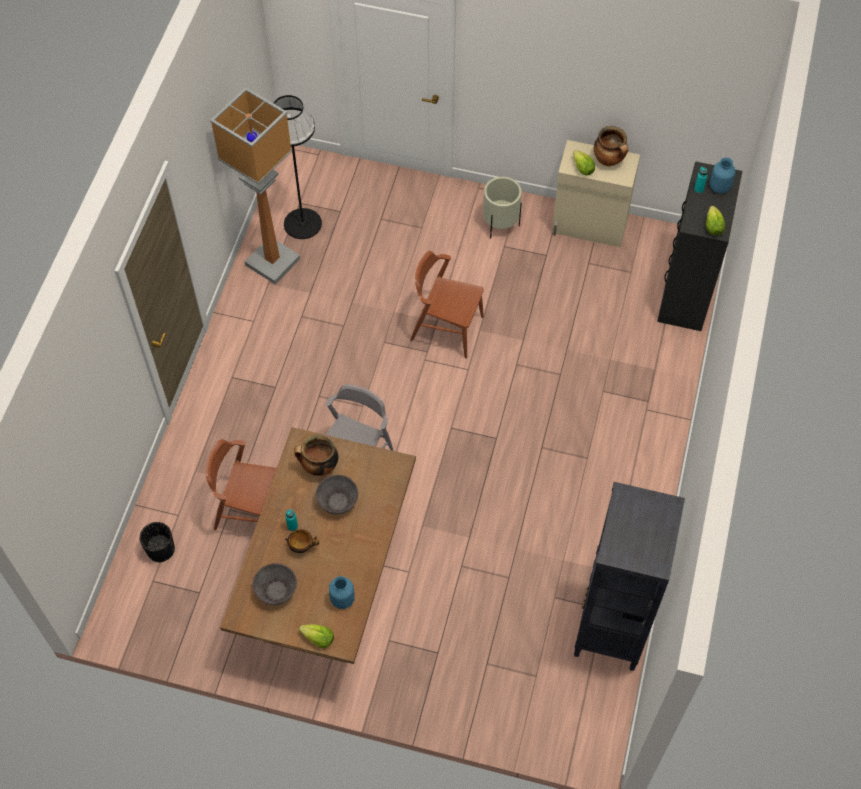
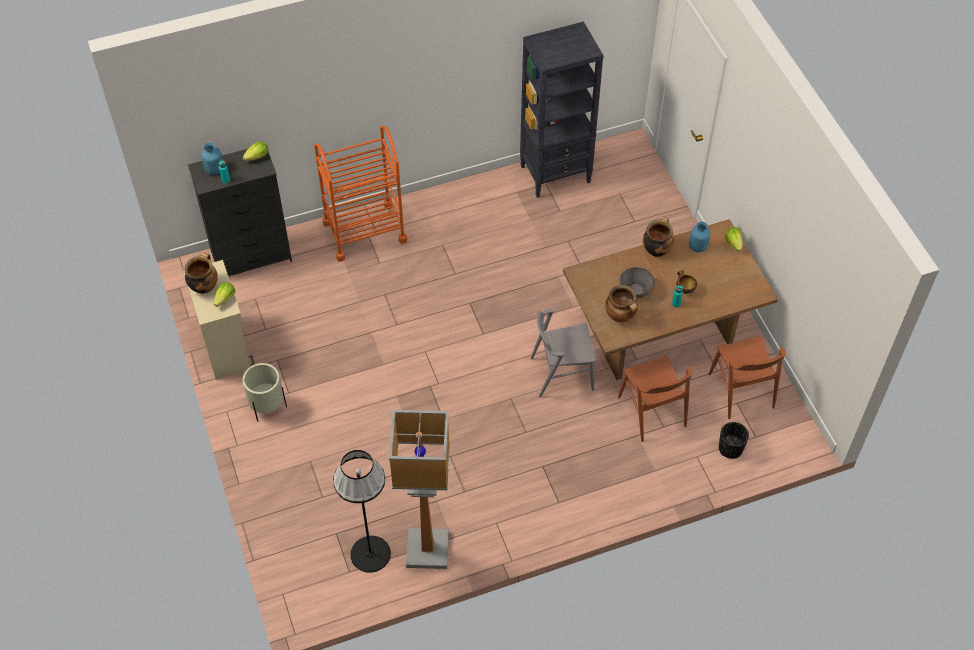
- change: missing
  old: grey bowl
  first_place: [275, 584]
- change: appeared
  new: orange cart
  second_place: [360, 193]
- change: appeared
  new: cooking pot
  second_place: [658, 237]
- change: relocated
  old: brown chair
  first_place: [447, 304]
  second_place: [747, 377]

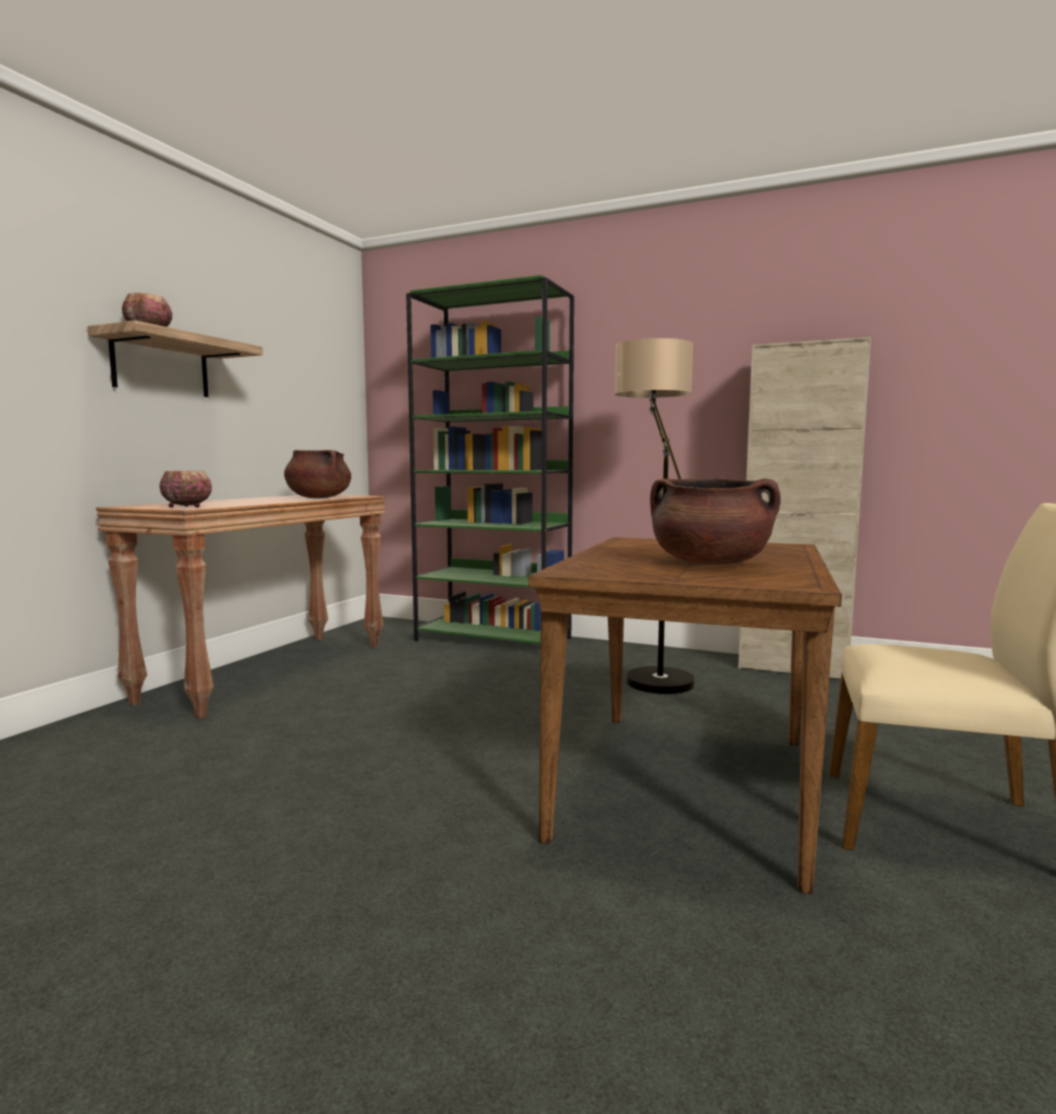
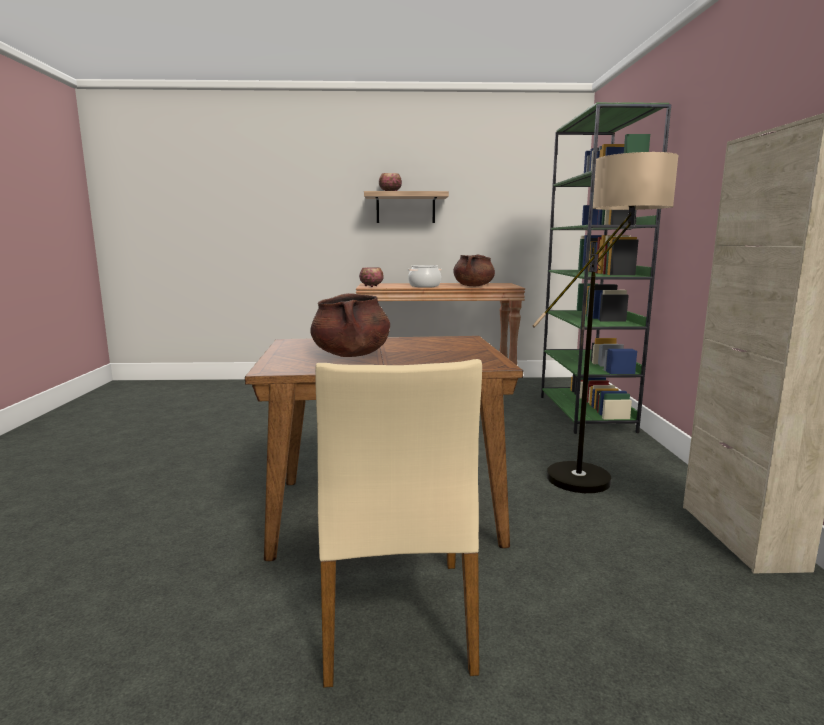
- change: appeared
  new: cooking pot
  second_place: [425, 276]

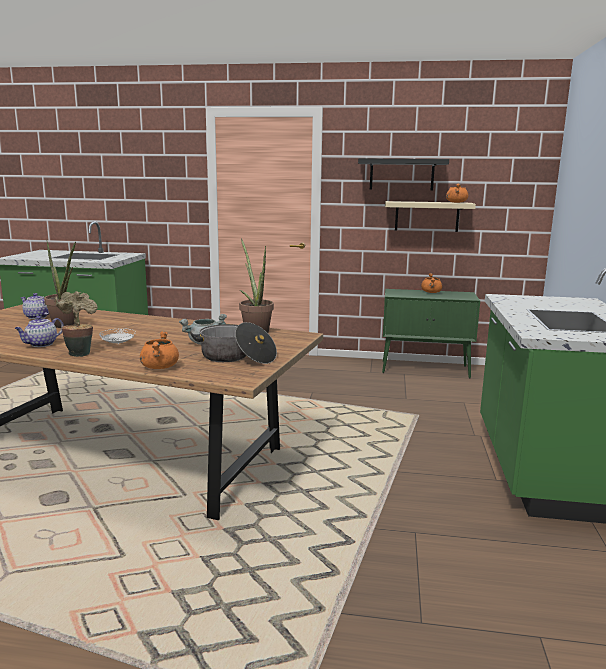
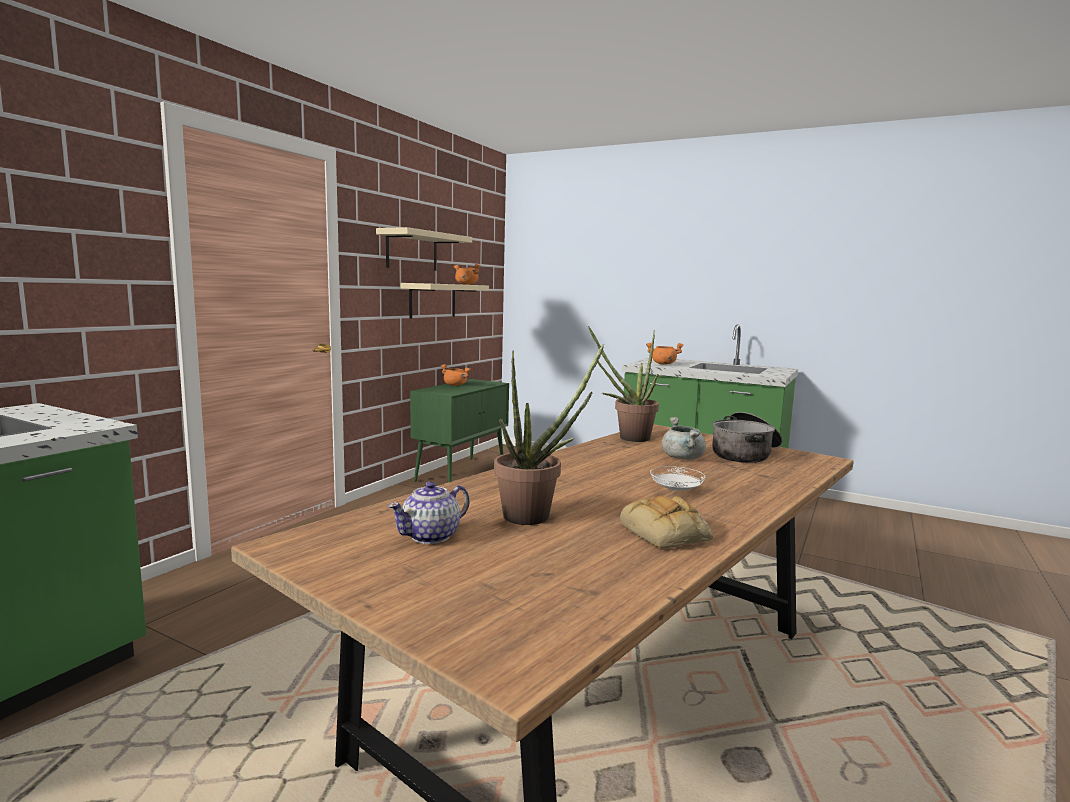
- change: missing
  old: potted plant
  first_place: [76, 324]
- change: relocated
  old: orange cooking pot
  first_place: [159, 350]
  second_place: [664, 354]
- change: exchanged
  old: teapot
  new: bread
  first_place: [39, 331]
  second_place: [666, 521]
- change: colour
  old: black shelf
  new: beige shelf
  first_place: [403, 174]
  second_place: [424, 249]

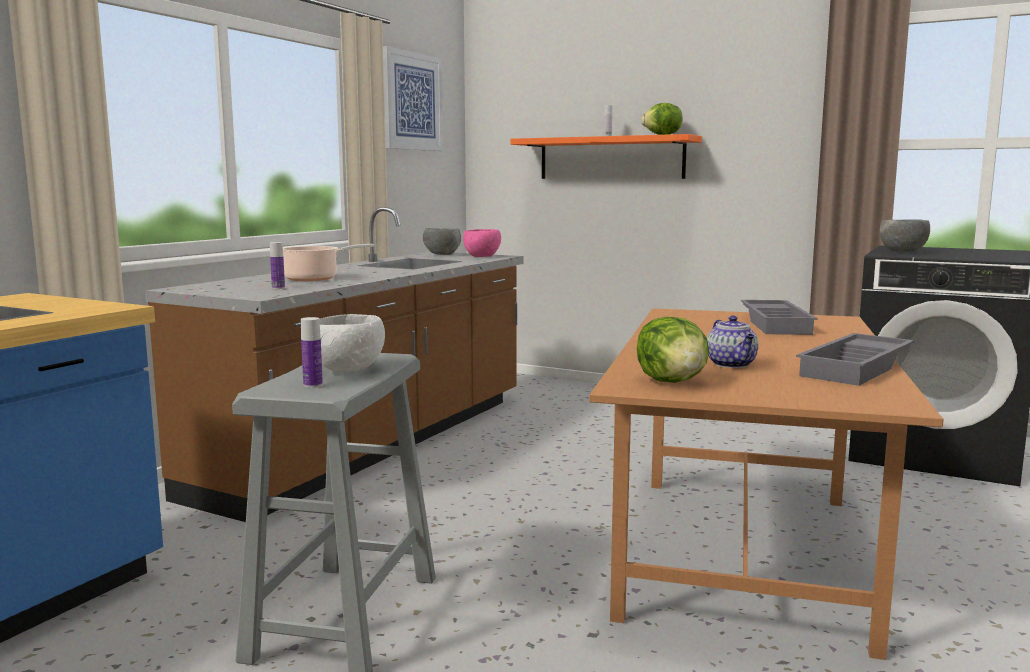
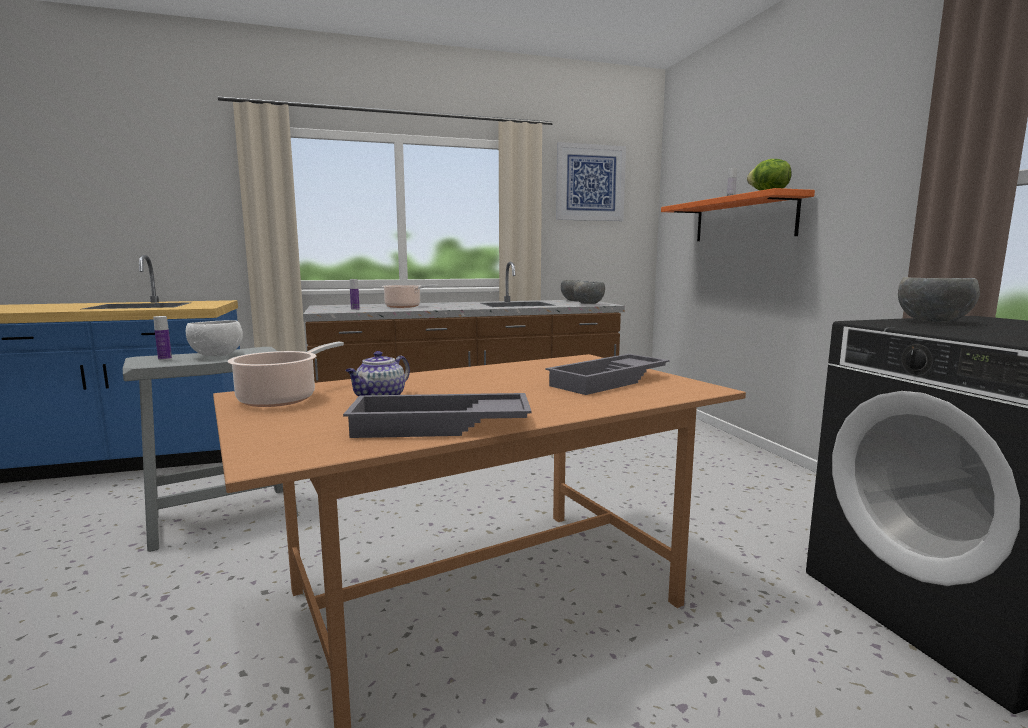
- change: exchanged
  old: lettuce
  new: cooking pot
  first_place: [673, 350]
  second_place: [285, 374]
- change: colour
  old: pink bowl
  new: grey bowl
  first_place: [482, 243]
  second_place: [589, 293]

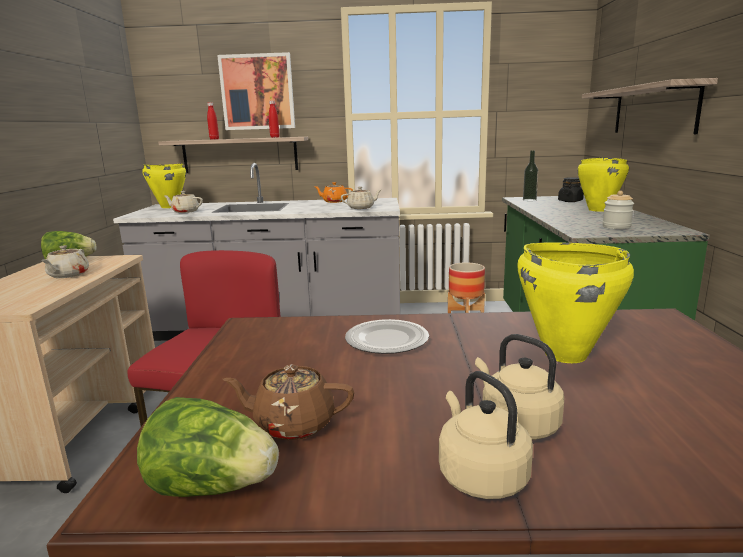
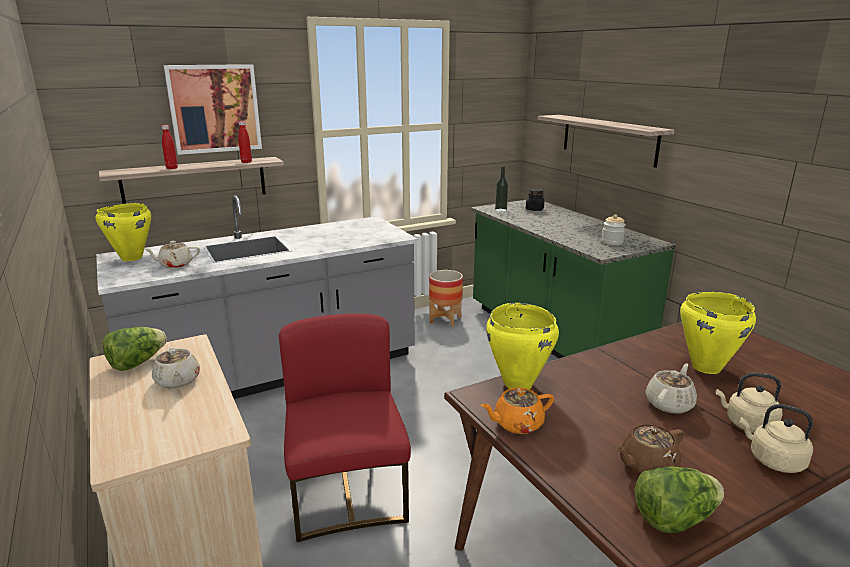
- change: missing
  old: plate
  first_place: [387, 336]
- change: relocated
  old: orange teapot
  first_place: [334, 192]
  second_place: [517, 410]
- change: relocated
  old: beige teapot
  first_place: [361, 197]
  second_place: [671, 388]
- change: relocated
  old: yellow cooking pot
  first_place: [603, 185]
  second_place: [522, 346]

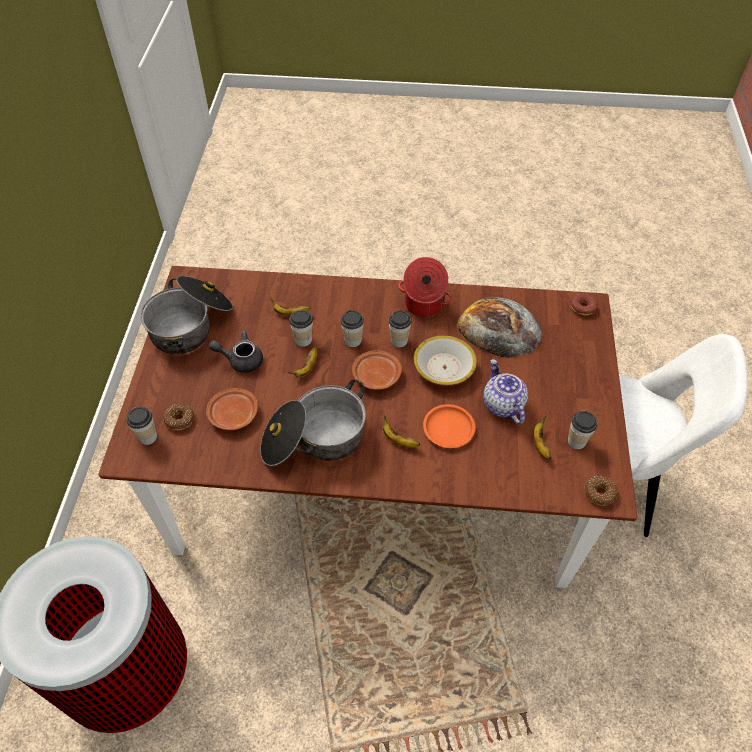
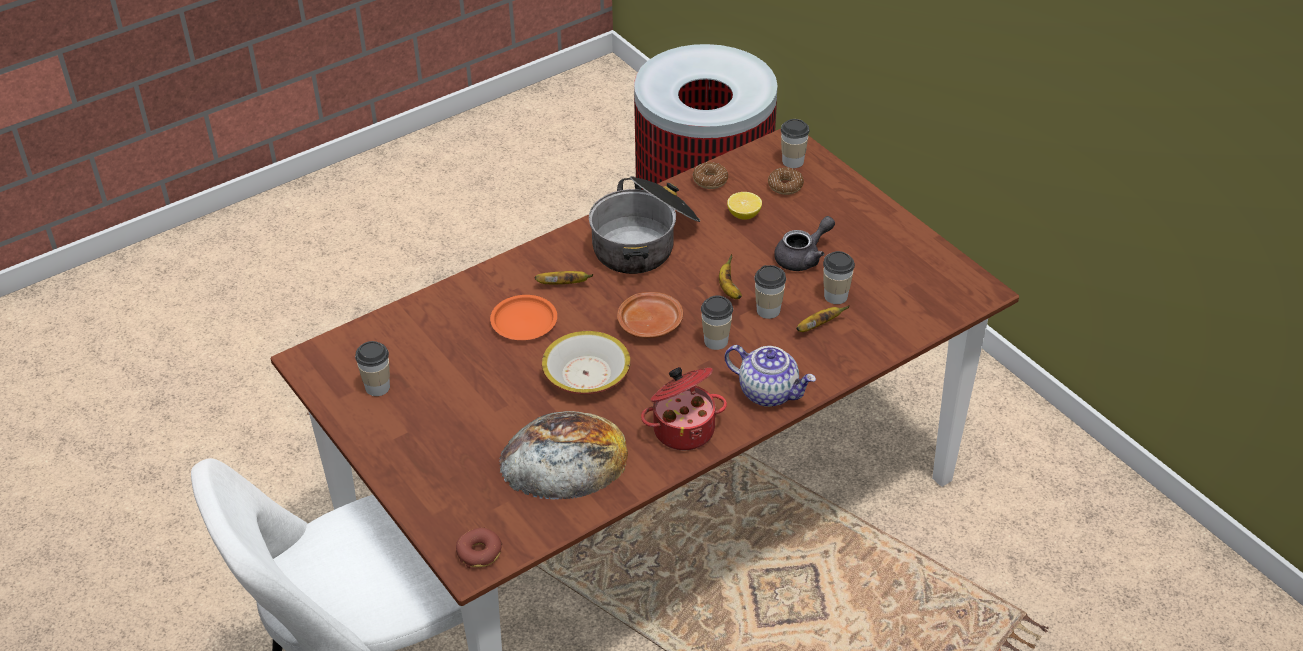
- change: missing
  old: cooking pot
  first_place: [187, 315]
- change: missing
  old: banana
  first_place: [542, 437]
- change: relocated
  old: cup
  first_place: [400, 329]
  second_place: [839, 277]
- change: relocated
  old: teapot
  first_place: [505, 391]
  second_place: [770, 376]
- change: relocated
  old: donut
  first_place: [601, 491]
  second_place: [710, 175]
- change: exchanged
  old: brown plate
  new: lemon
  first_place: [232, 409]
  second_place: [744, 205]

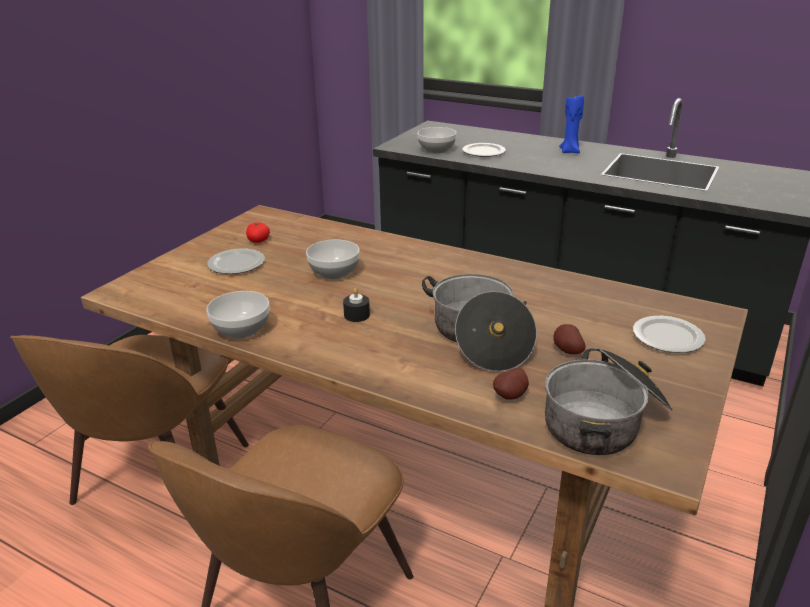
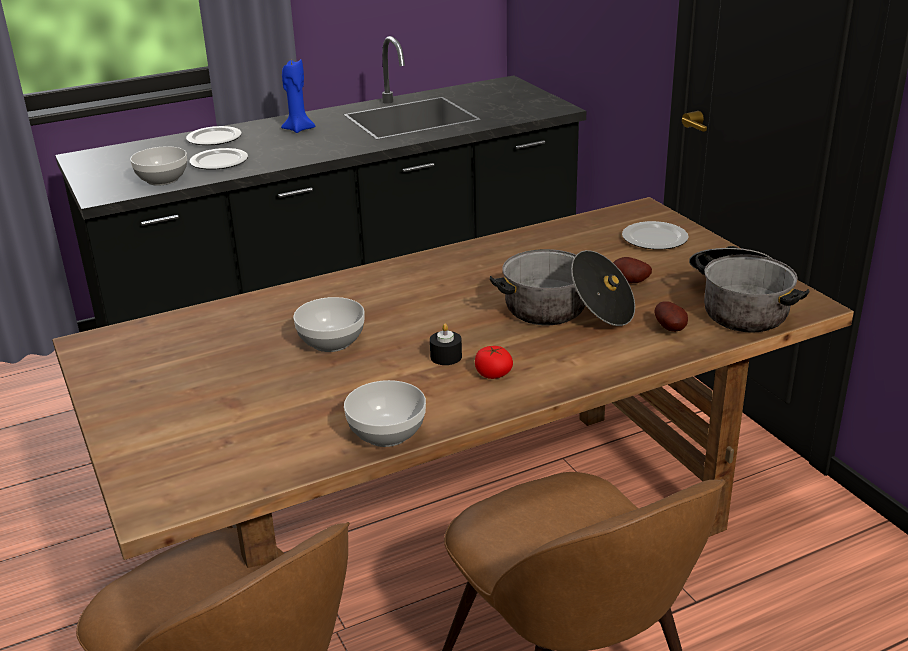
- change: relocated
  old: plate
  first_place: [236, 261]
  second_place: [214, 135]
- change: relocated
  old: tomato
  first_place: [258, 232]
  second_place: [494, 362]

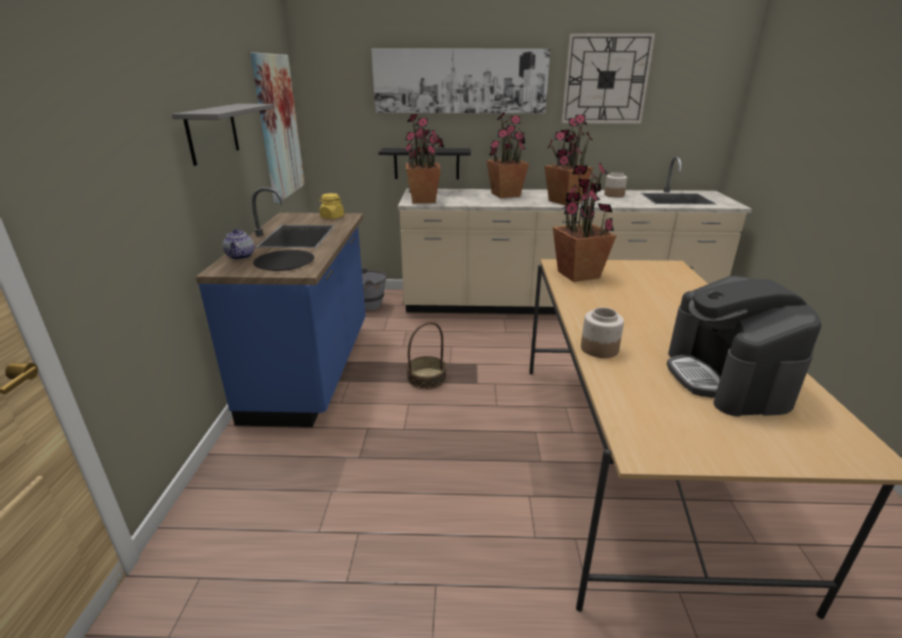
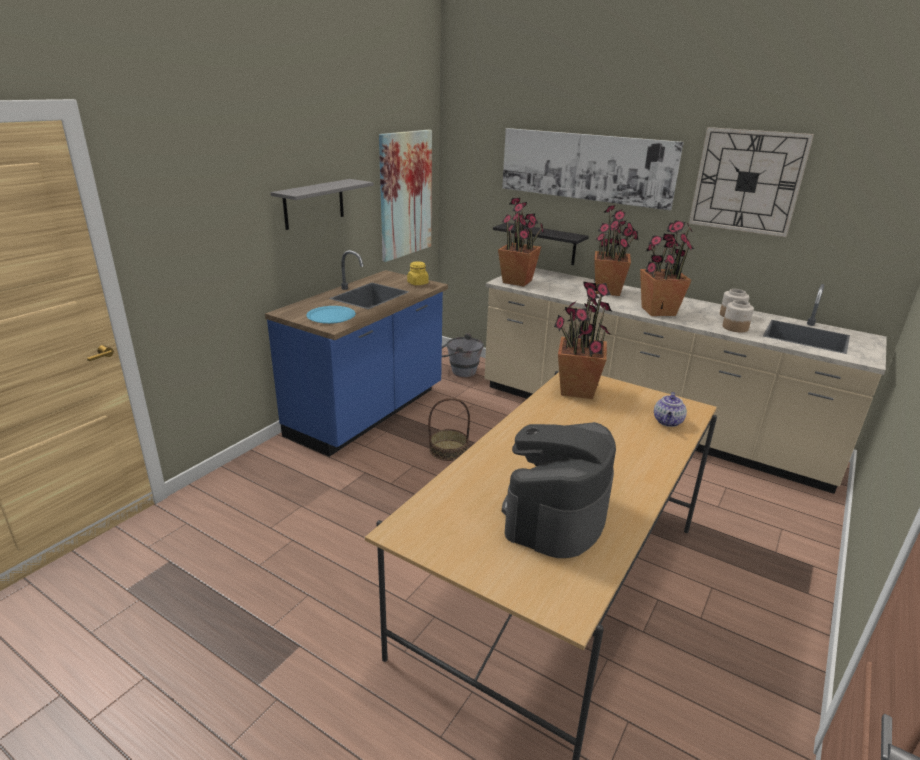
- change: relocated
  old: teapot
  first_place: [238, 244]
  second_place: [670, 409]
- change: relocated
  old: jar
  first_place: [602, 332]
  second_place: [738, 316]
- change: colour
  old: black plate
  new: blue plate
  first_place: [283, 260]
  second_place: [331, 315]

